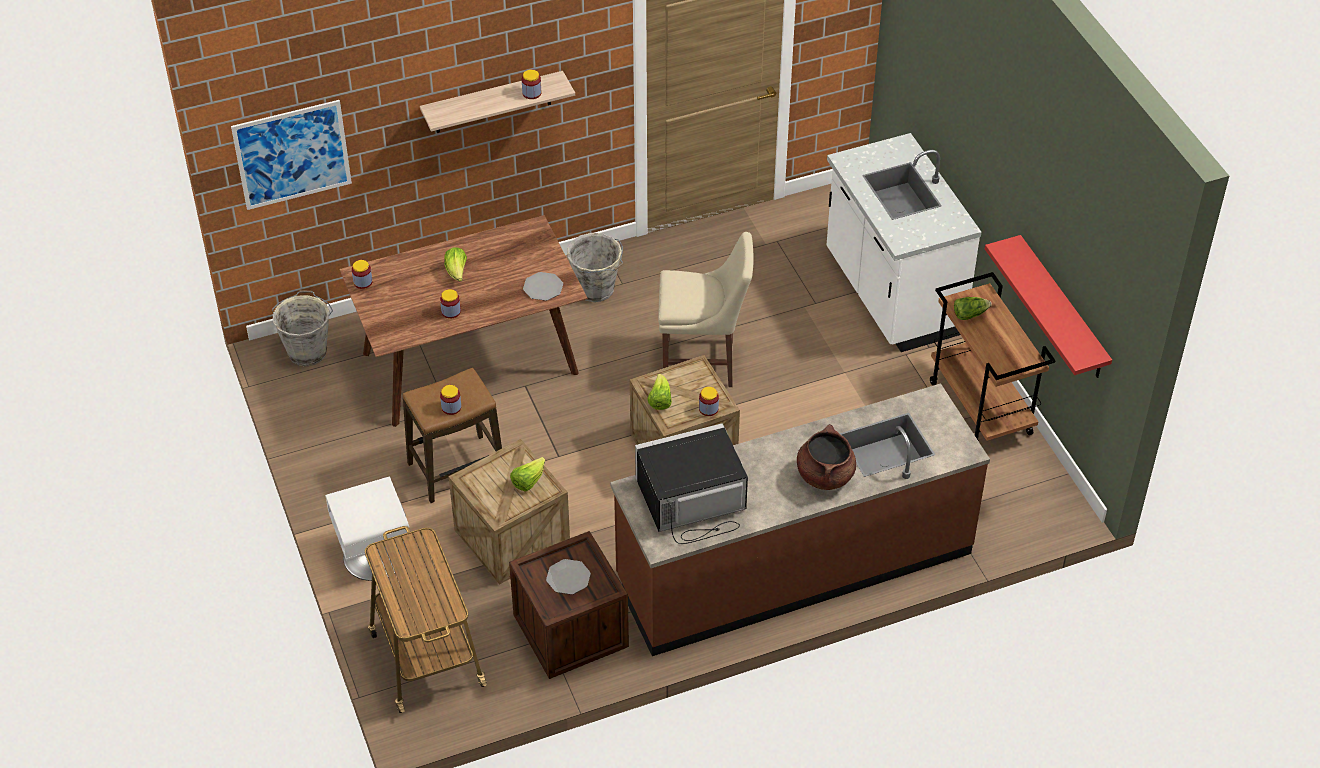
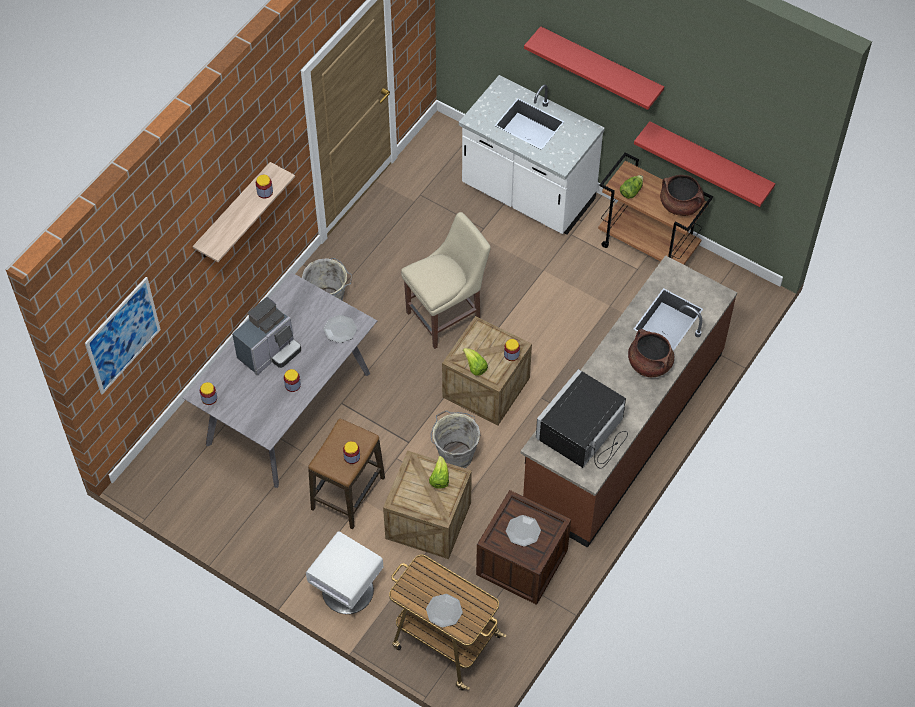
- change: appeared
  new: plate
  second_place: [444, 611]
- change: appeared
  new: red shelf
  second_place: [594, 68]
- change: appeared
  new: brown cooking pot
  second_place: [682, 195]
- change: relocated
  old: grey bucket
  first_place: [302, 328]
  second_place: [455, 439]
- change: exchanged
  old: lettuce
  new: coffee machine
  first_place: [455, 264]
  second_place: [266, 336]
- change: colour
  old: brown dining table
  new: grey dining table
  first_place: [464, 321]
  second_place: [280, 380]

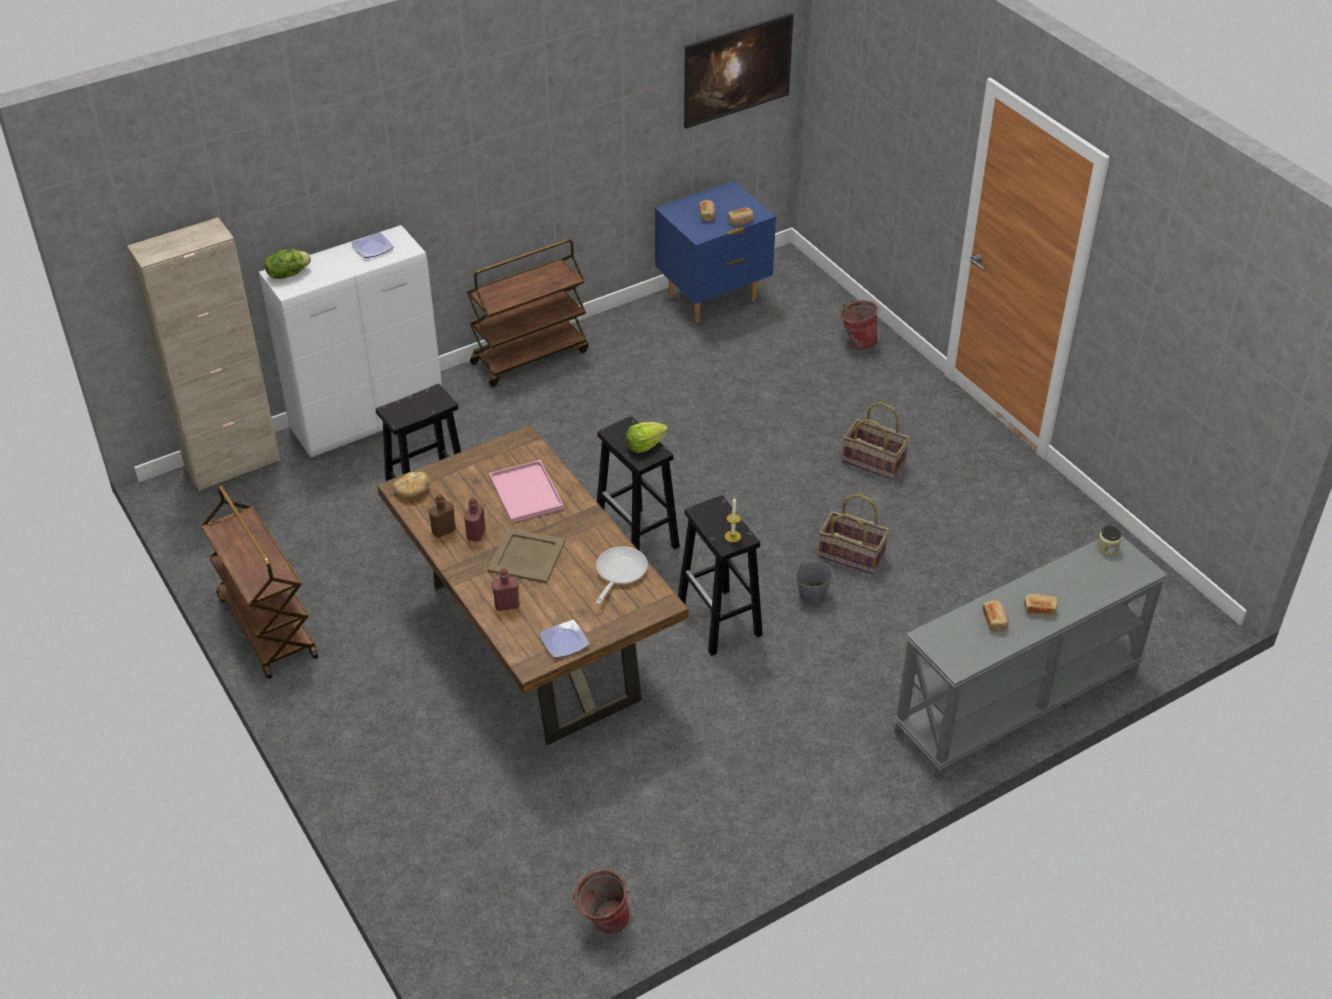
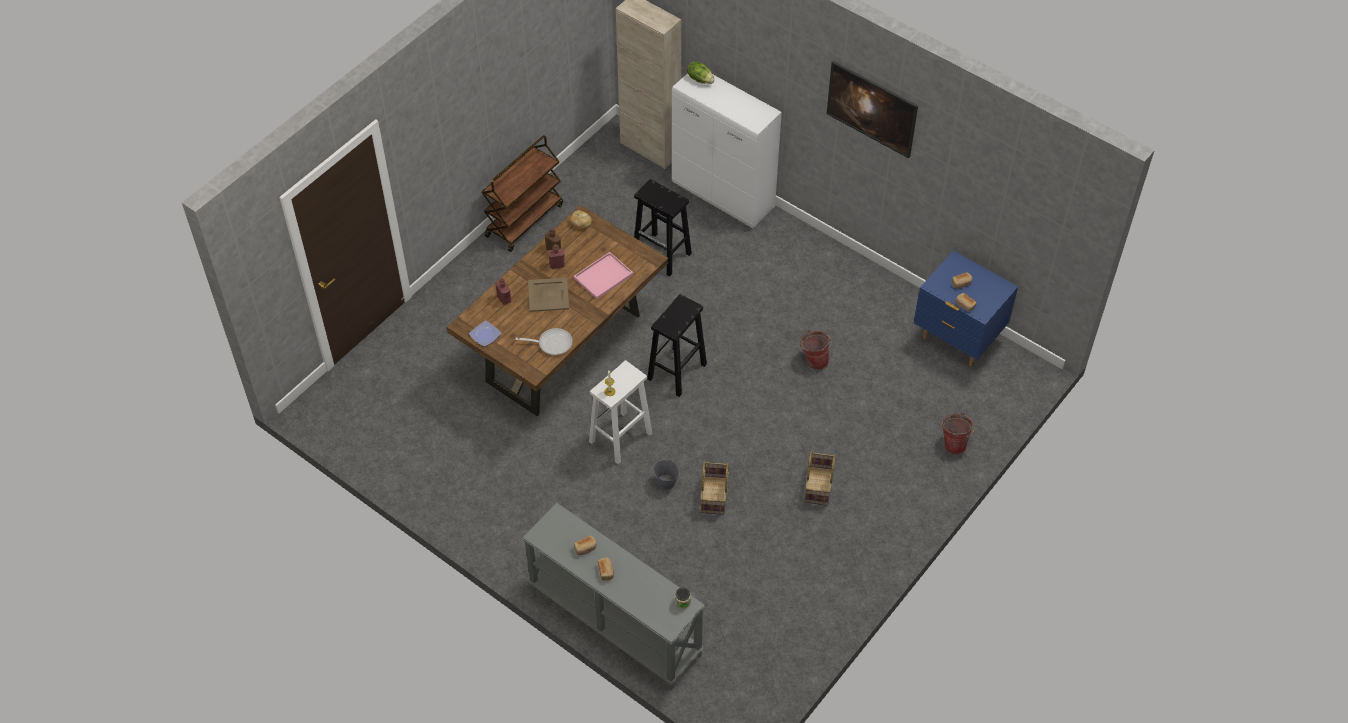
- change: missing
  old: plate
  first_place: [372, 245]
- change: missing
  old: brown cart
  first_place: [527, 313]
- change: missing
  old: lettuce
  first_place: [647, 437]
- change: relocated
  old: bucket
  first_place: [601, 901]
  second_place: [816, 350]
- change: relocated
  old: picture
  first_place: [739, 71]
  second_place: [872, 109]
- change: colour
  old: black stool
  new: white stool
  first_place: [720, 576]
  second_place: [620, 412]

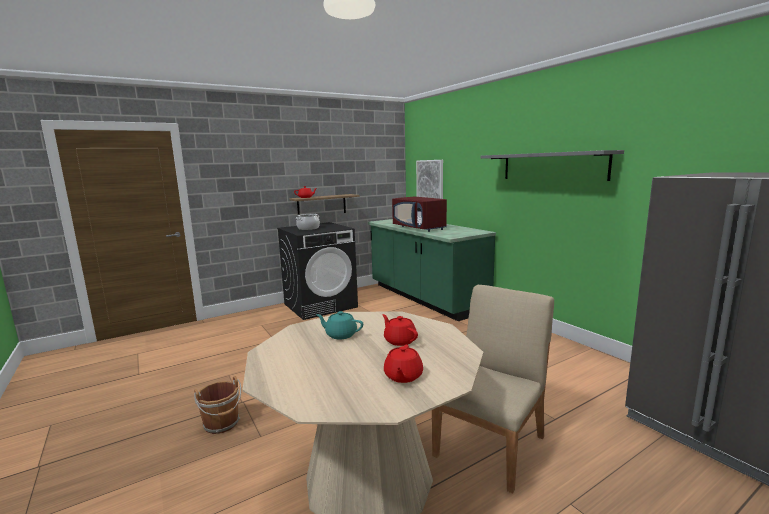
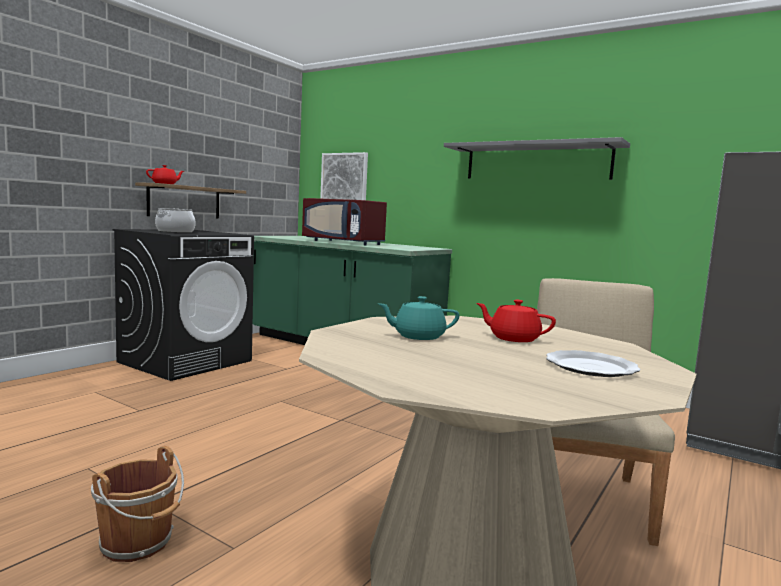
- change: exchanged
  old: red teapot
  new: plate
  first_place: [403, 364]
  second_place: [593, 363]

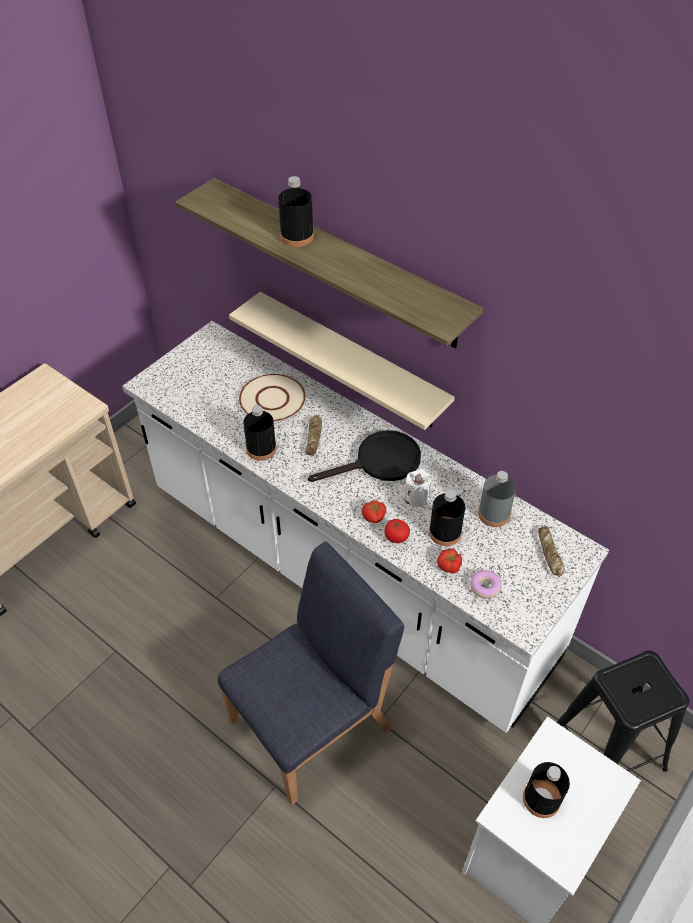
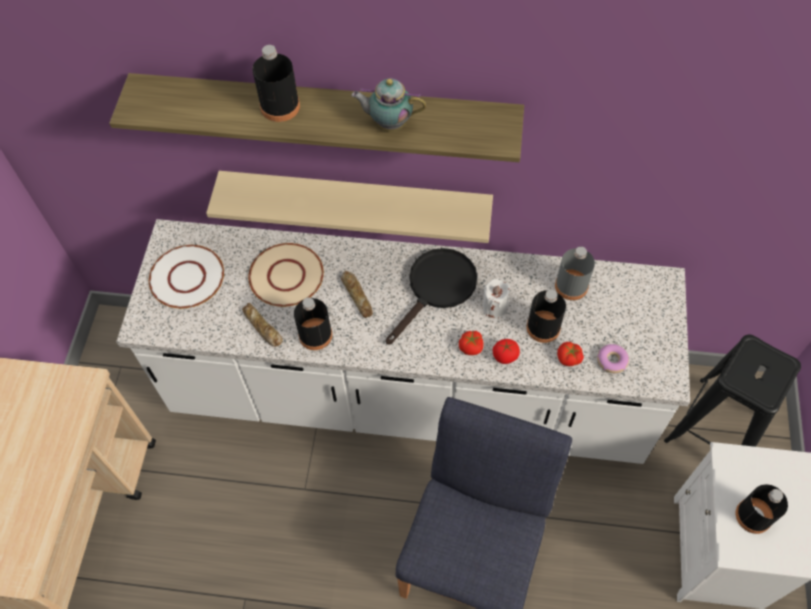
- change: appeared
  new: white plate
  second_place: [186, 276]
- change: appeared
  new: teapot
  second_place: [388, 105]
- change: relocated
  old: bread
  first_place: [551, 551]
  second_place: [262, 325]

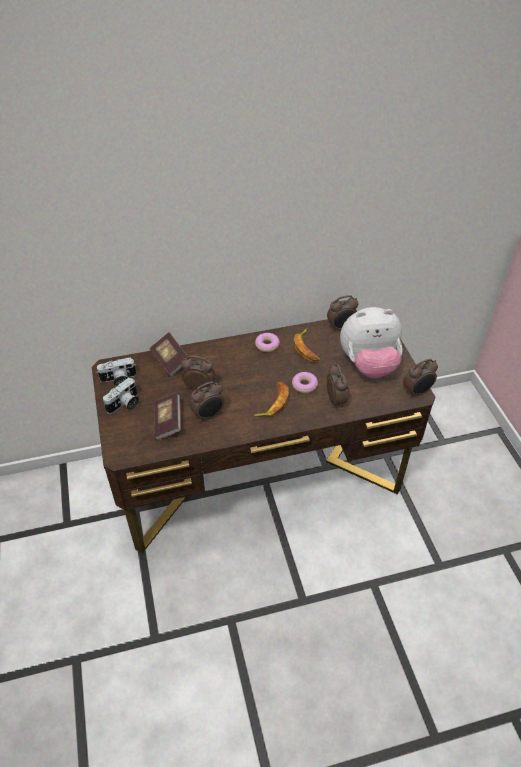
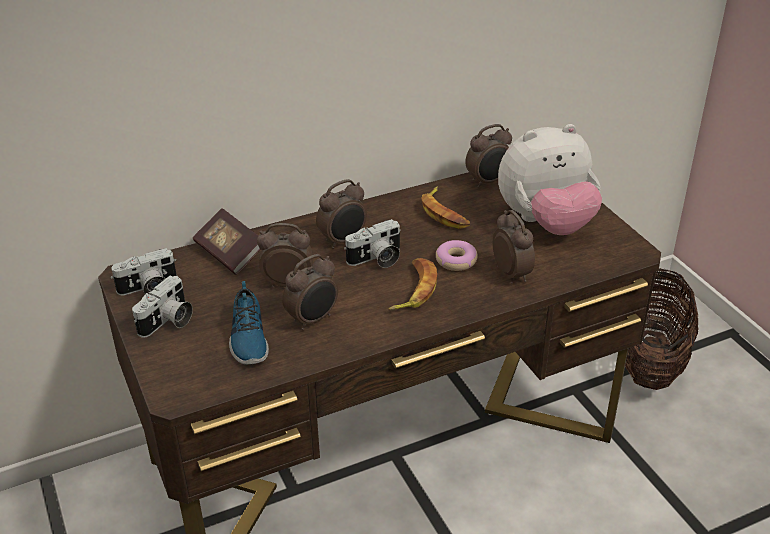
- change: missing
  old: donut
  first_place: [267, 342]
- change: appeared
  new: photo camera
  second_place: [372, 243]
- change: appeared
  new: basket
  second_place: [662, 329]
- change: relocated
  old: alarm clock
  first_place: [420, 378]
  second_place: [341, 214]
- change: exchanged
  old: book
  new: shoe
  first_place: [167, 416]
  second_place: [249, 323]

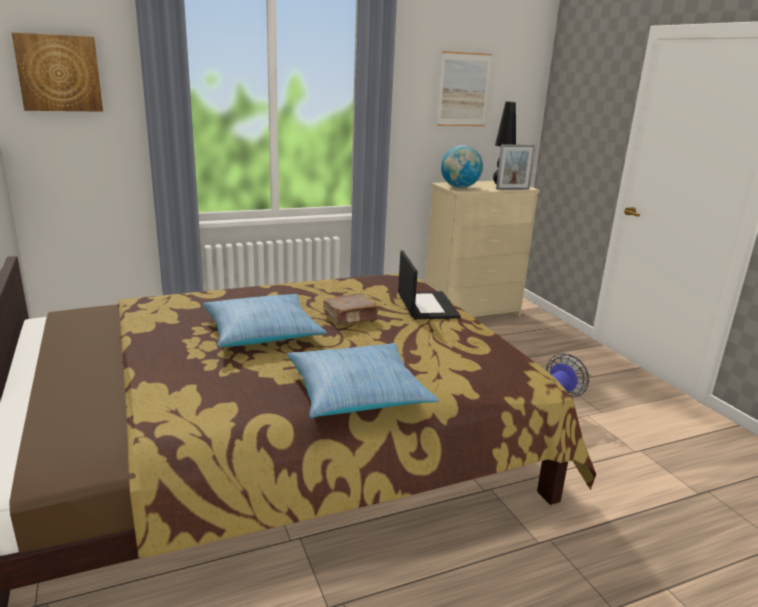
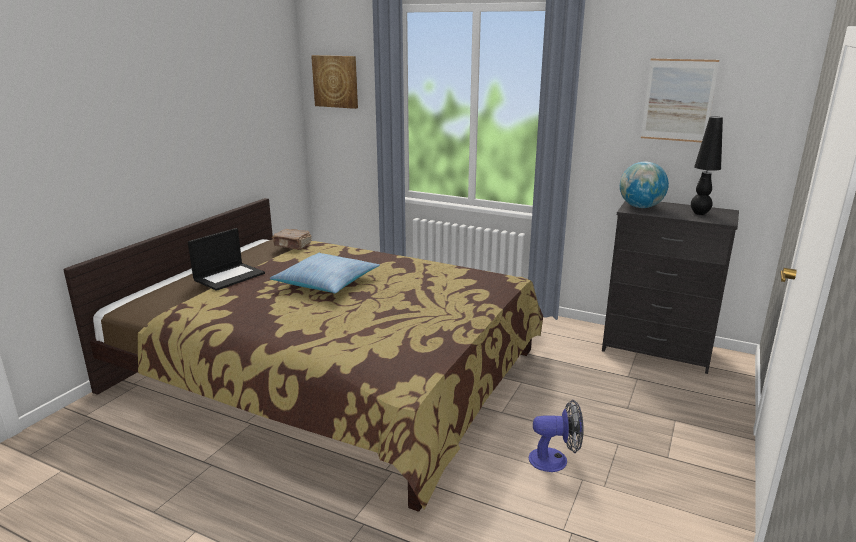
- change: missing
  old: pillow
  first_place: [363, 380]
- change: missing
  old: picture frame
  first_place: [515, 167]
- change: relocated
  old: brown book
  first_place: [350, 309]
  second_place: [292, 239]
- change: relocated
  old: laptop
  first_place: [429, 285]
  second_place: [226, 259]
- change: colour
  old: beige dresser
  new: black dresser
  first_place: [482, 249]
  second_place: [670, 287]

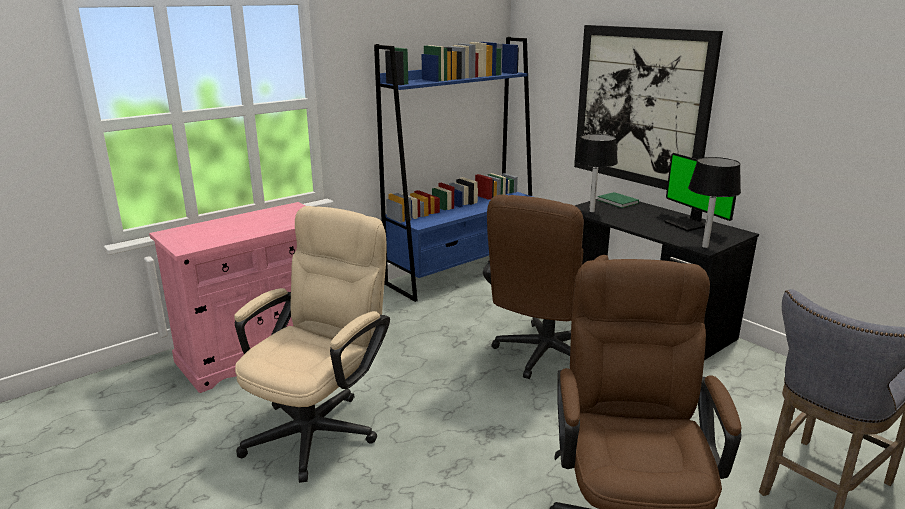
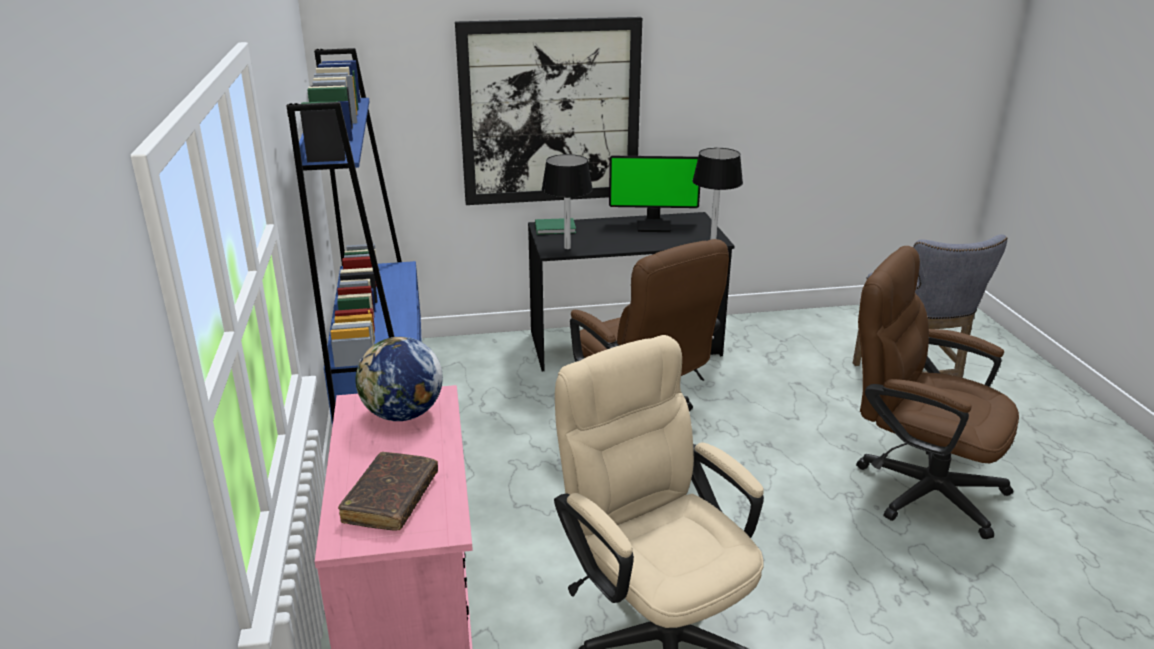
- change: appeared
  new: brown book
  second_place: [388, 491]
- change: appeared
  new: globe
  second_place: [399, 379]

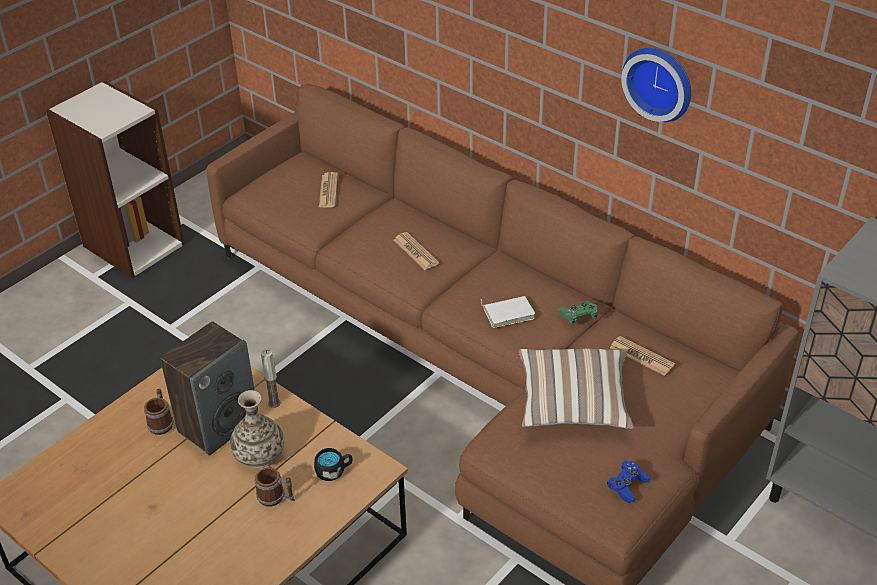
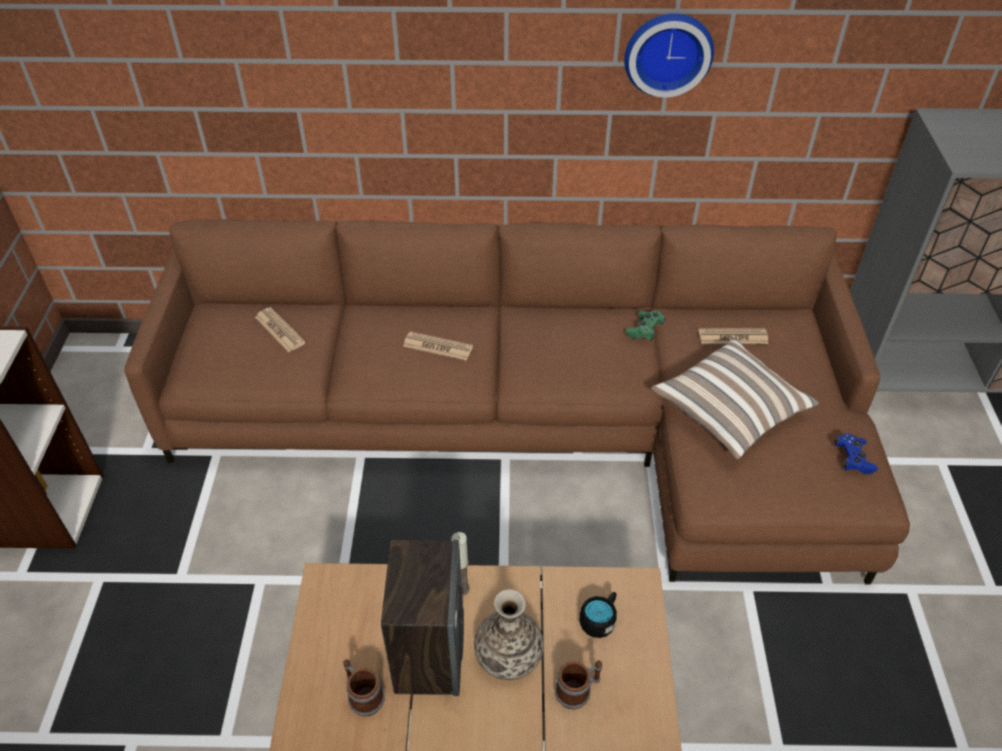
- change: missing
  old: white book
  first_place: [508, 312]

